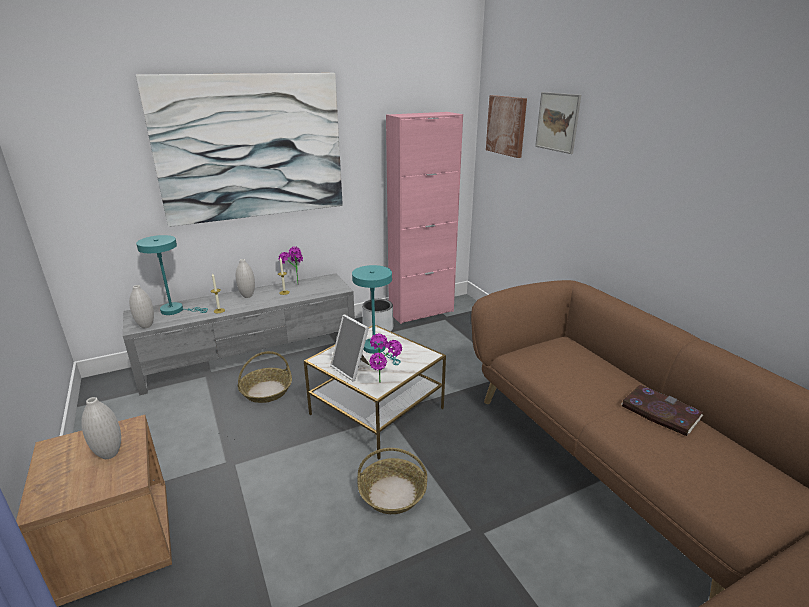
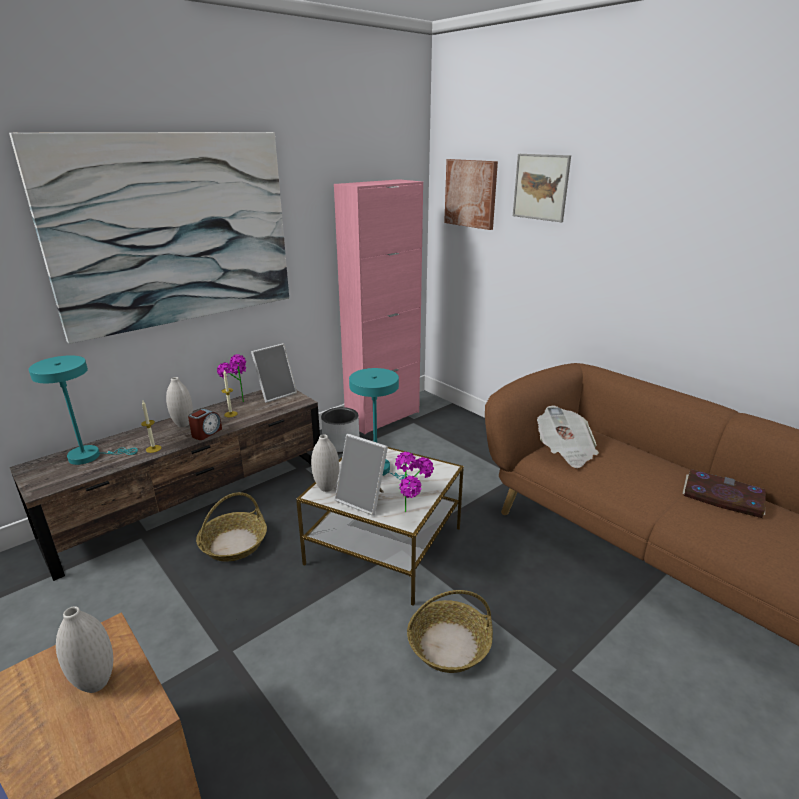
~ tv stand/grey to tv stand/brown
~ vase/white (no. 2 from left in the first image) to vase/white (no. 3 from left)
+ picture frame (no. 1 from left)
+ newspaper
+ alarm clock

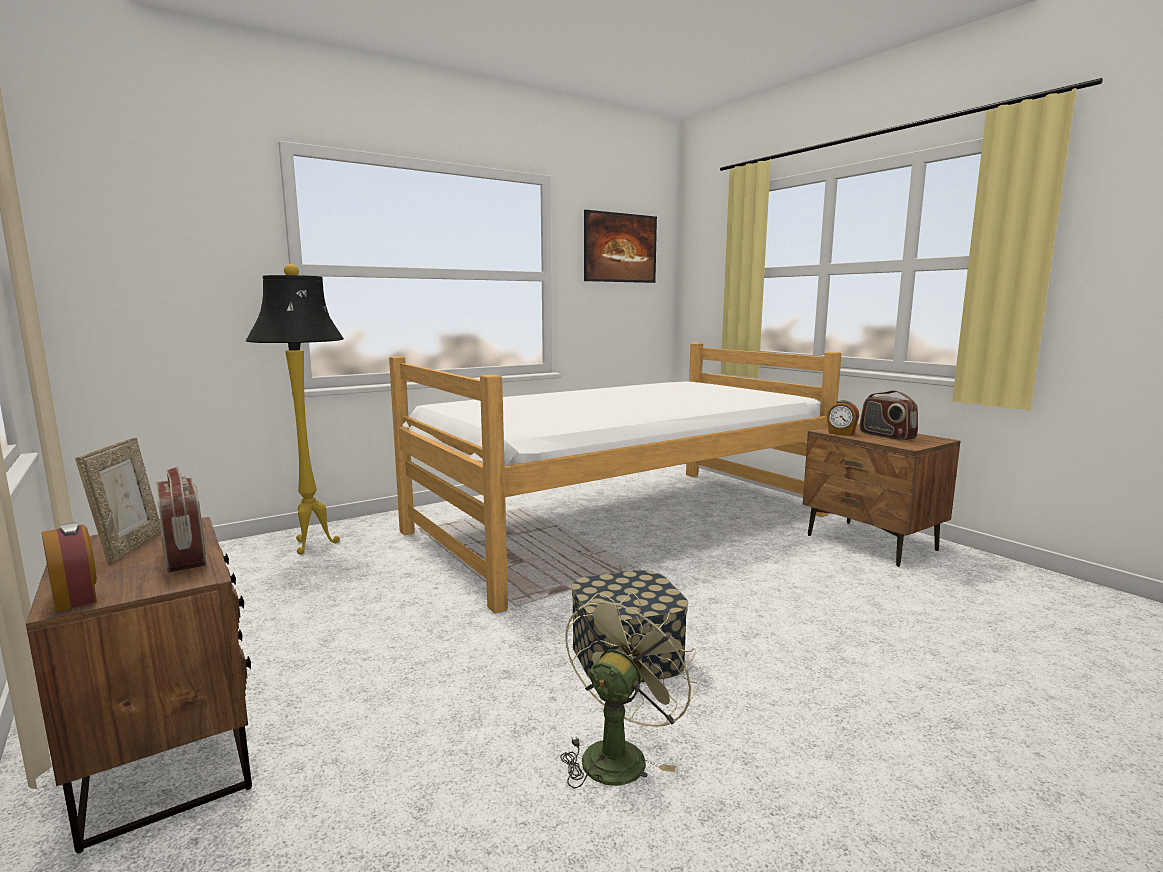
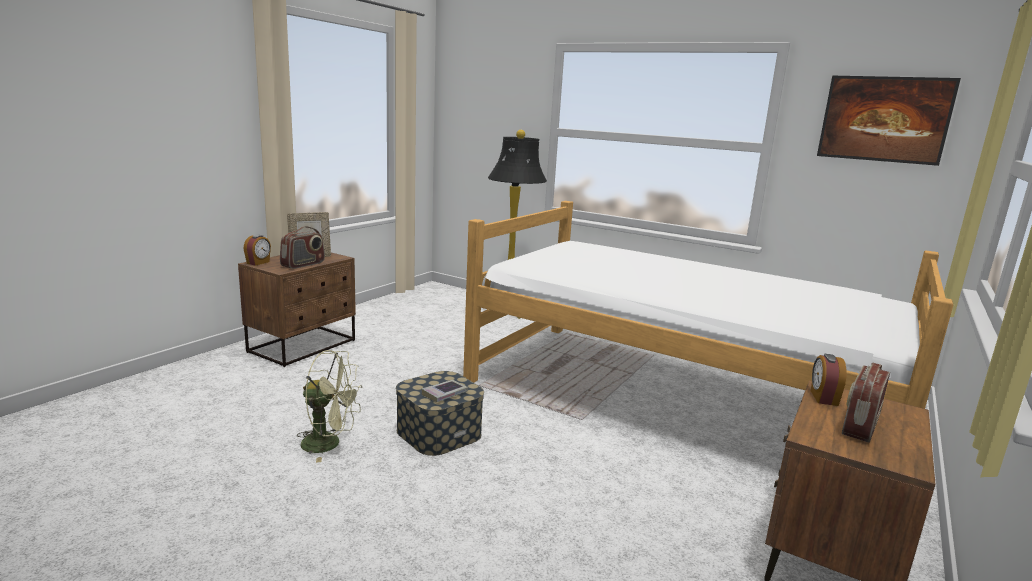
+ book

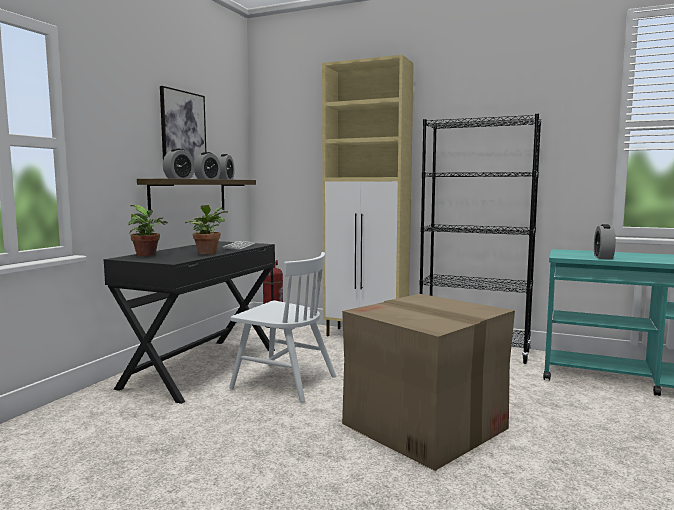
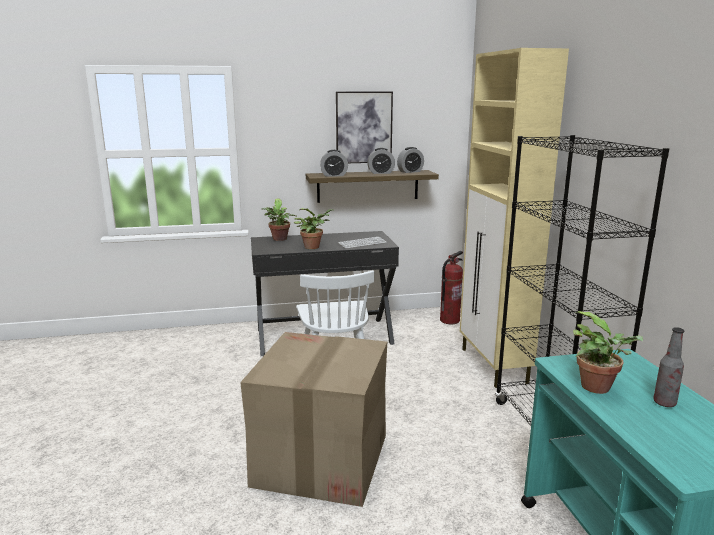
~ alarm clock (no. 4 from left) to potted plant (no. 3 from left)
+ bottle

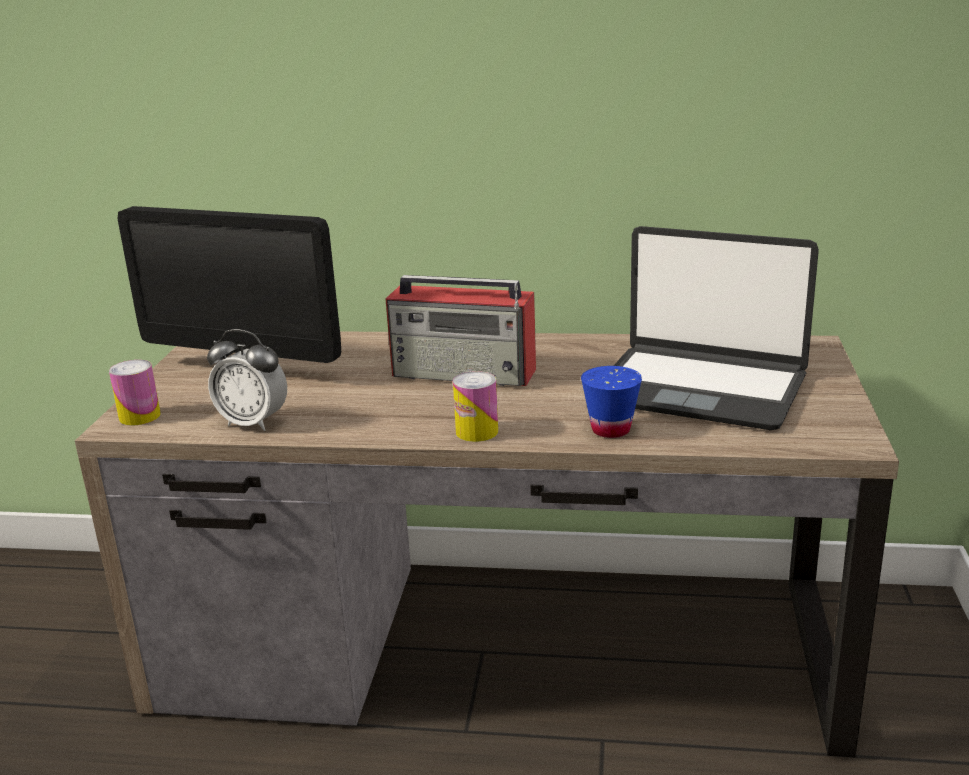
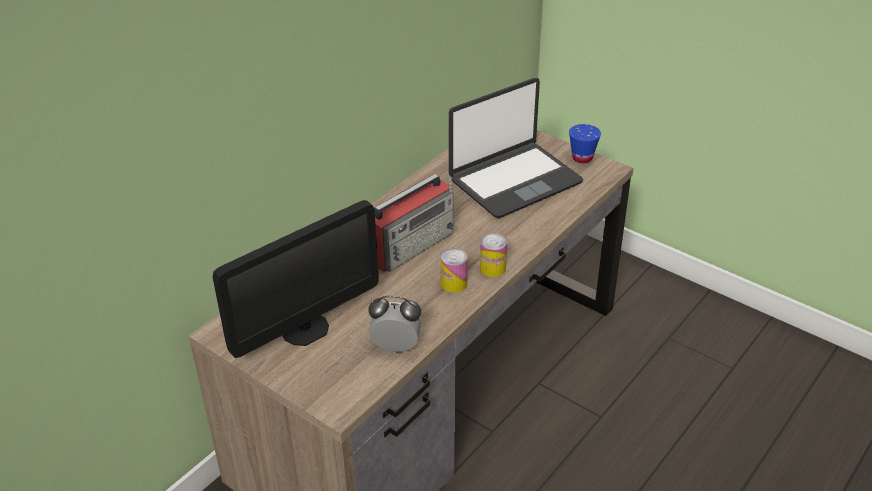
~ alarm clock 135 degrees counterclockwise
~ can (no. 1 from left)
~ cup/blue

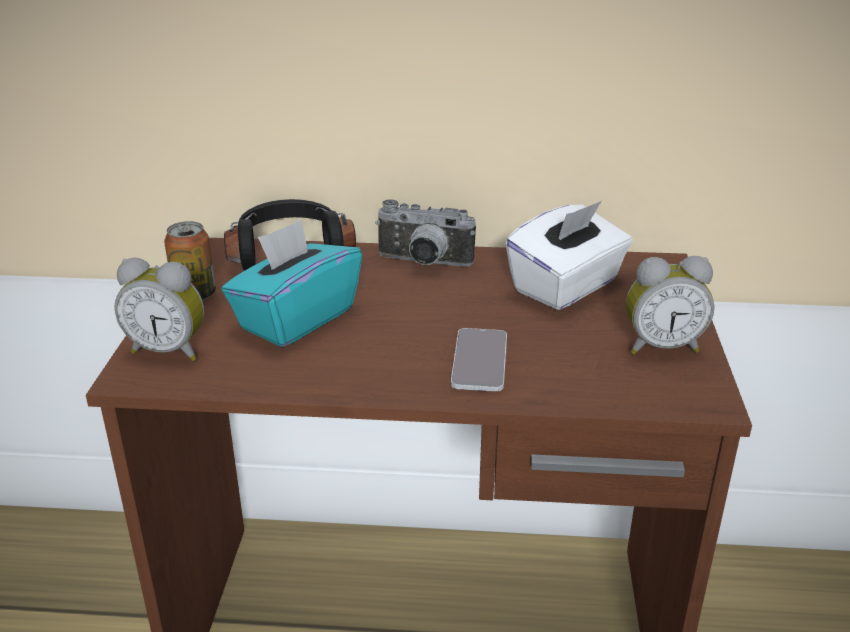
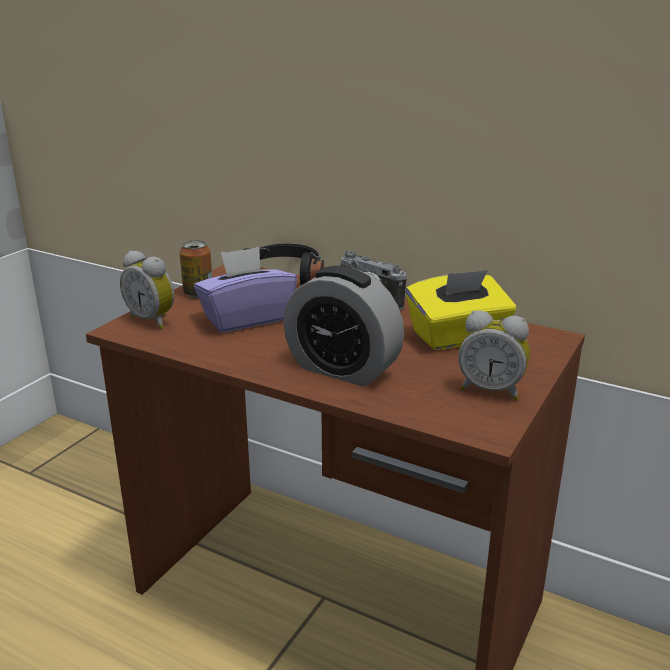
~ tissue box/white to tissue box/yellow
~ tissue box/turquoise to tissue box/purple
~ phone to alarm clock (no. 2 from left)

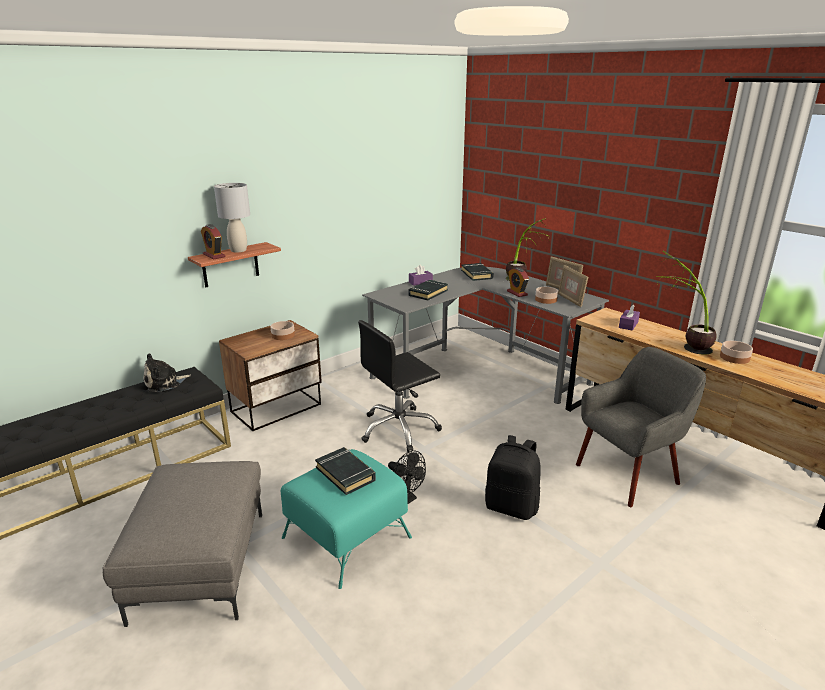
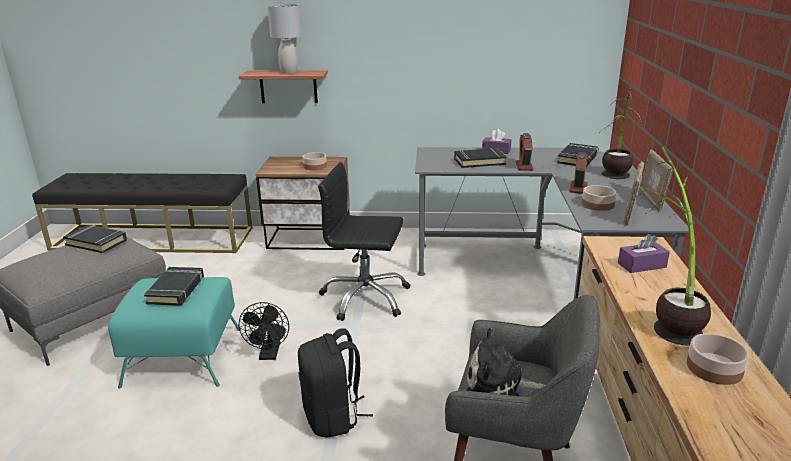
~ alarm clock (no. 1 from left)
~ plush toy
+ book/black (no. 1 from left)

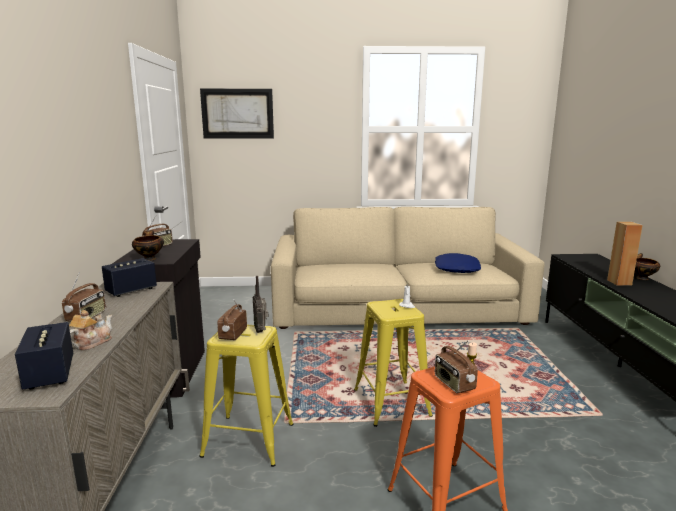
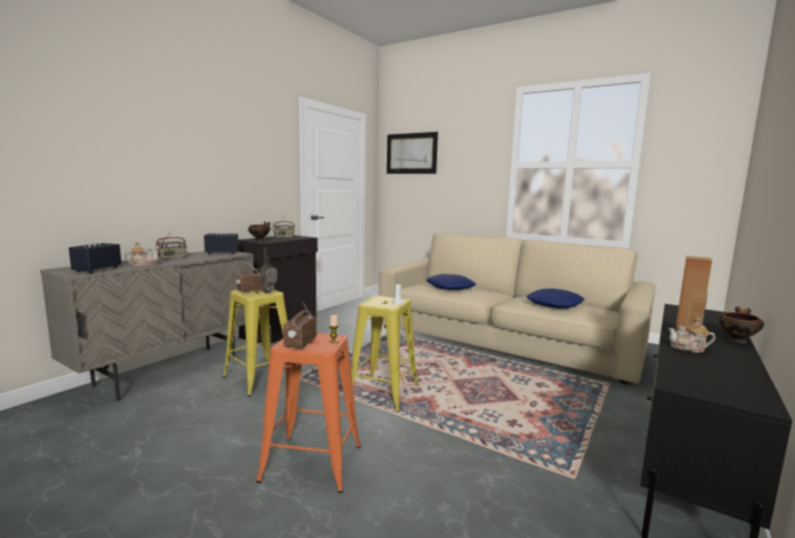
+ pillow/blue (no. 1 from left)
+ teapot (no. 2 from left)

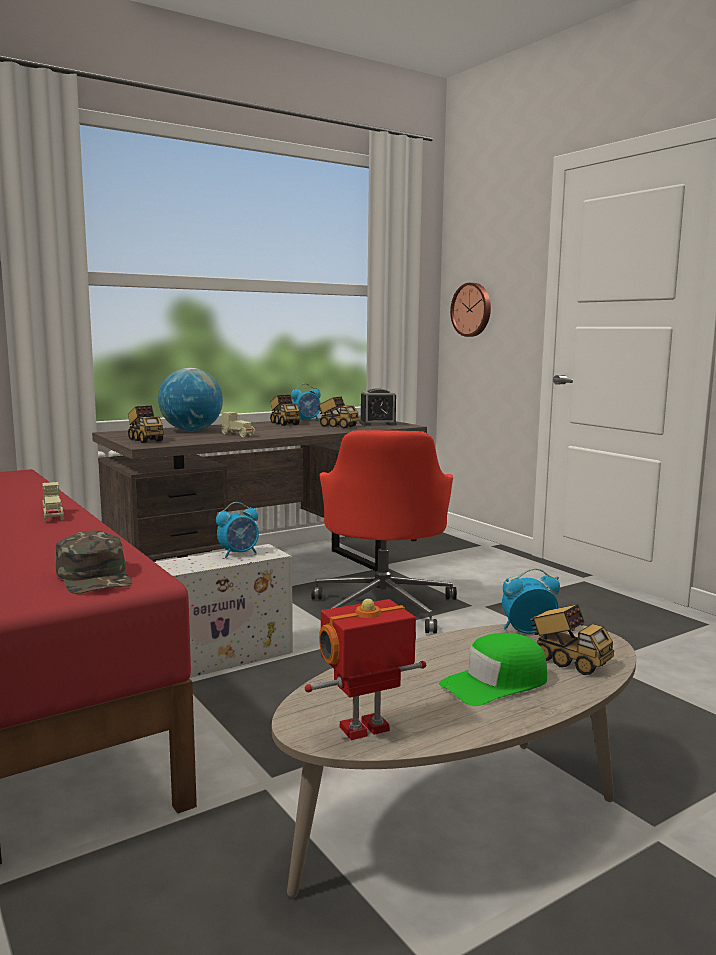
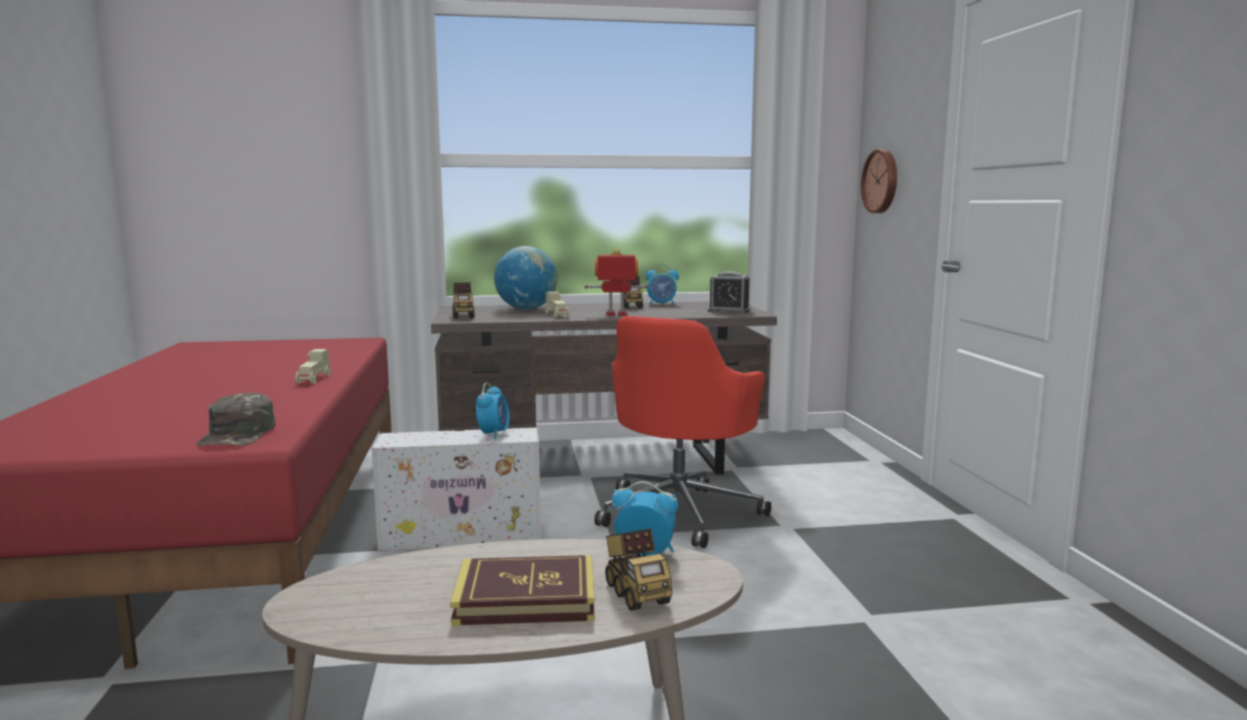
- toy truck (no. 3 from left)
~ alarm clock (no. 1 from left) 75 degrees counterclockwise
~ toy robot
~ cap/green (no. 2 from left) to book

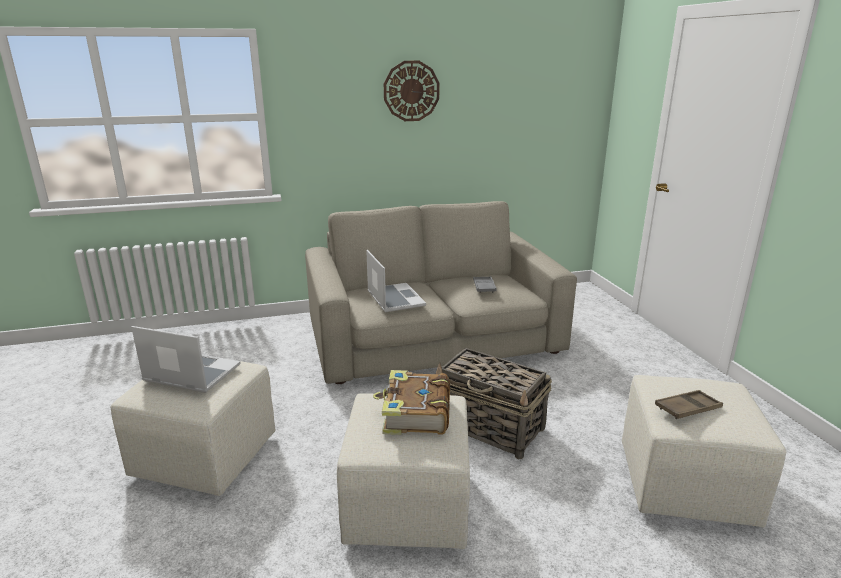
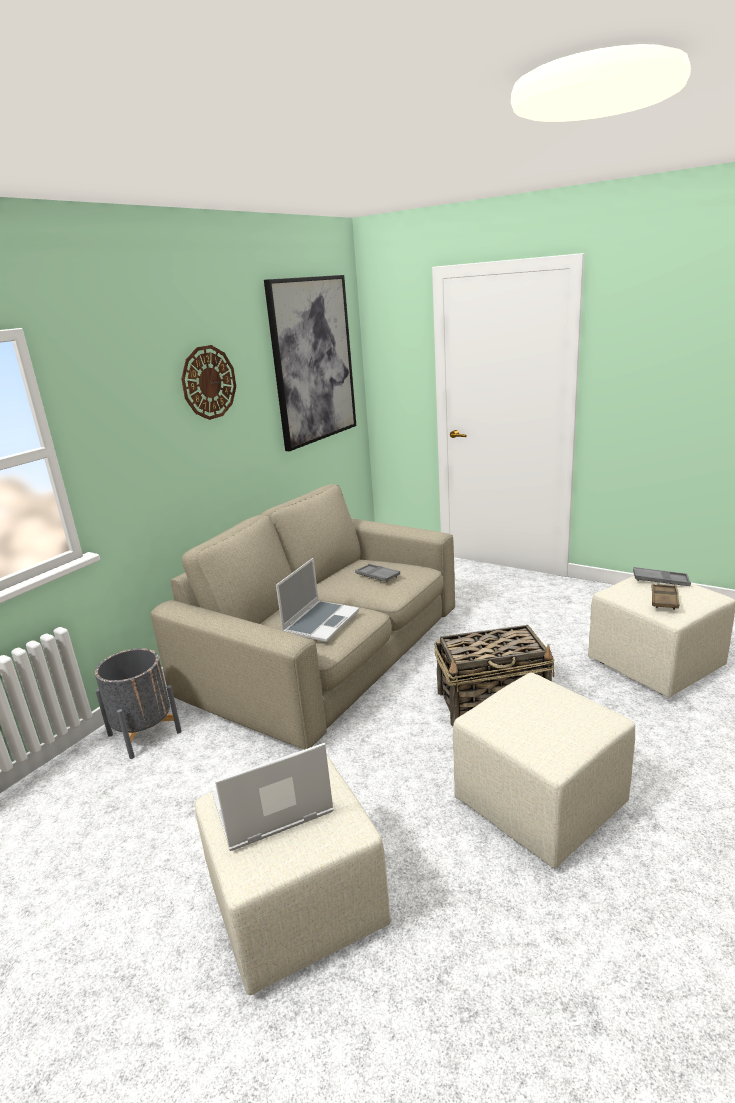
~ laptop (no. 2 from left) 90 degrees clockwise
- book
+ picture
+ tray/grey (no. 2 from left)
+ planter/grey

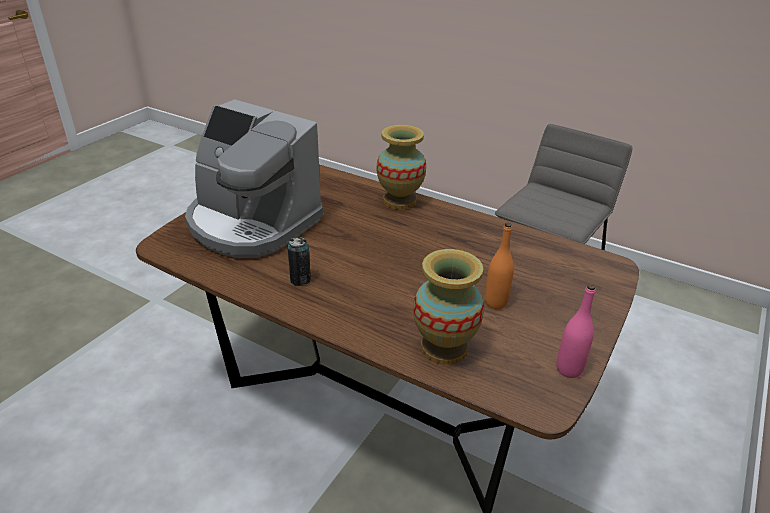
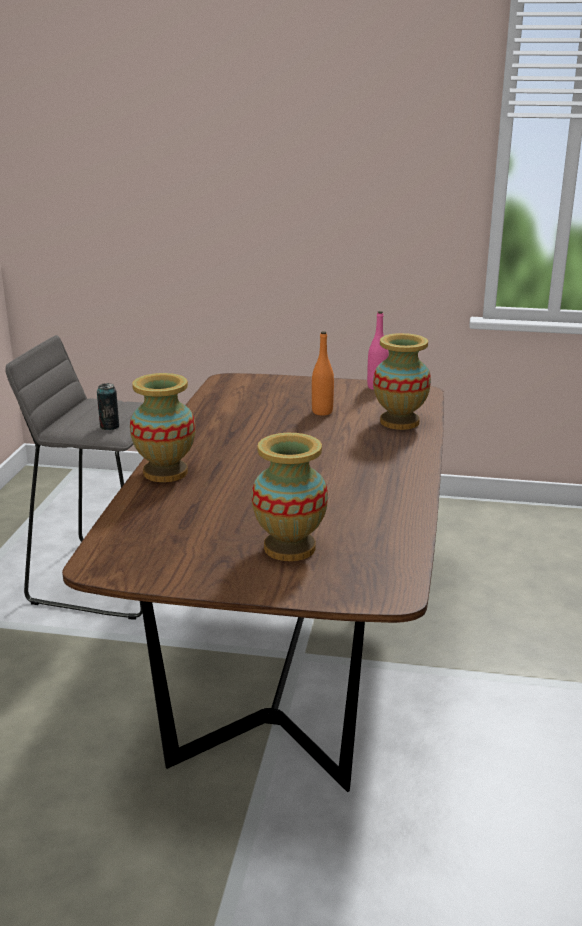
~ coffee machine to vase (no. 2 from left)
~ can

